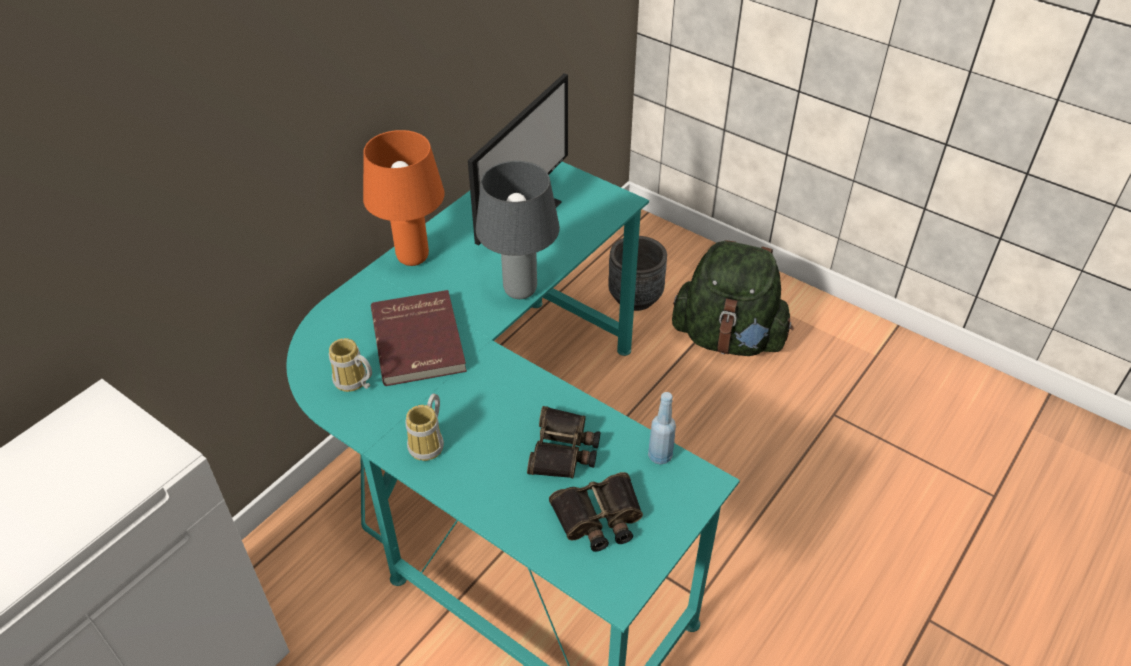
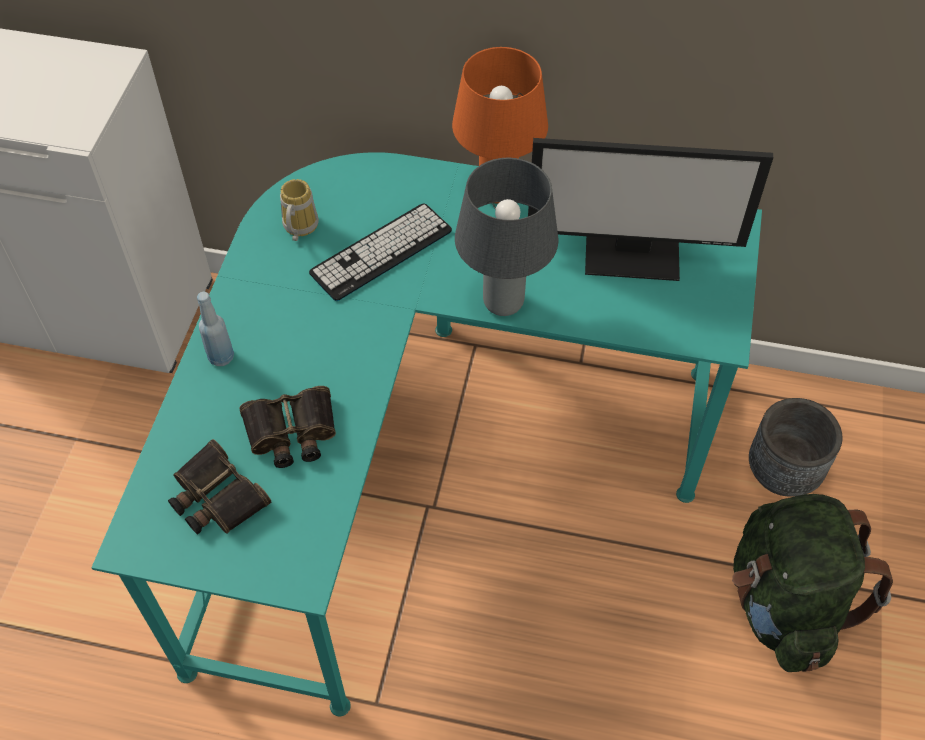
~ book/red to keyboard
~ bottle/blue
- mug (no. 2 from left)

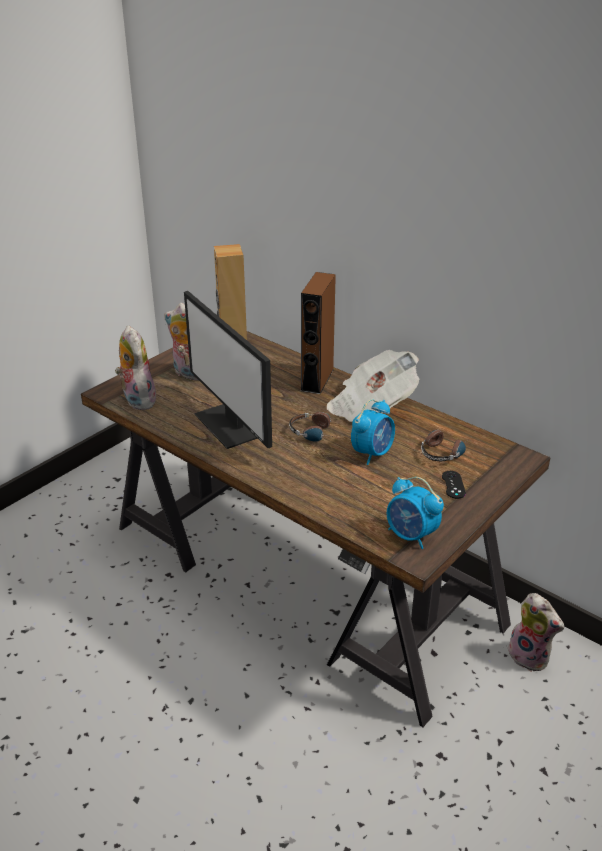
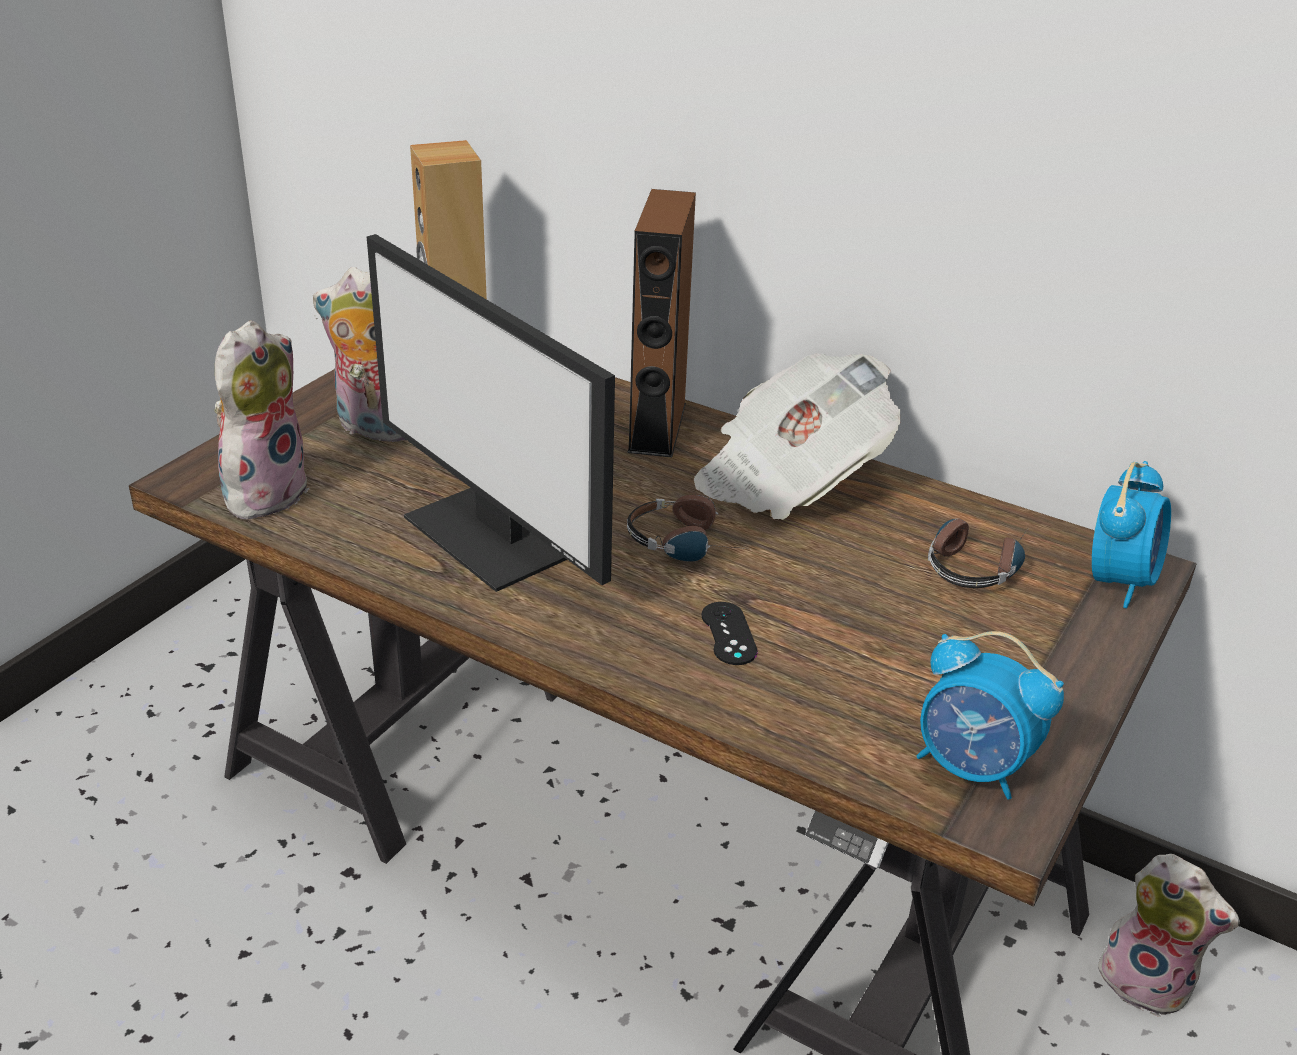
~ plush toy (no. 1 from left) 60 degrees clockwise
~ alarm clock (no. 1 from left in the first image) to alarm clock (no. 2 from left)
~ game controller/black

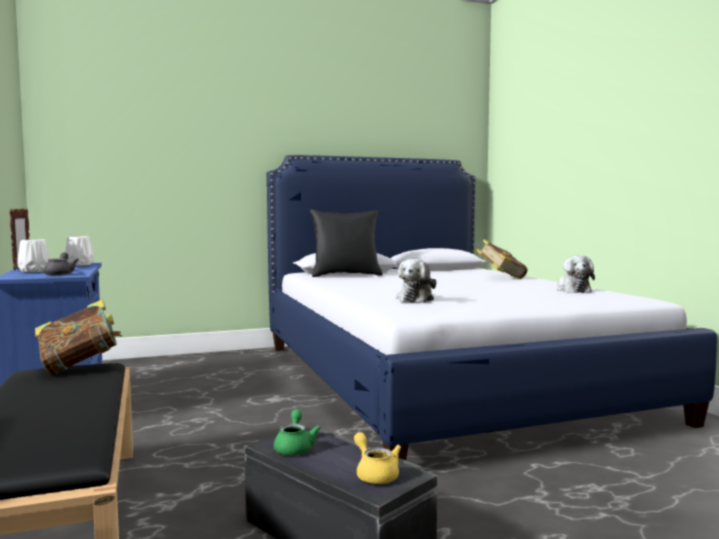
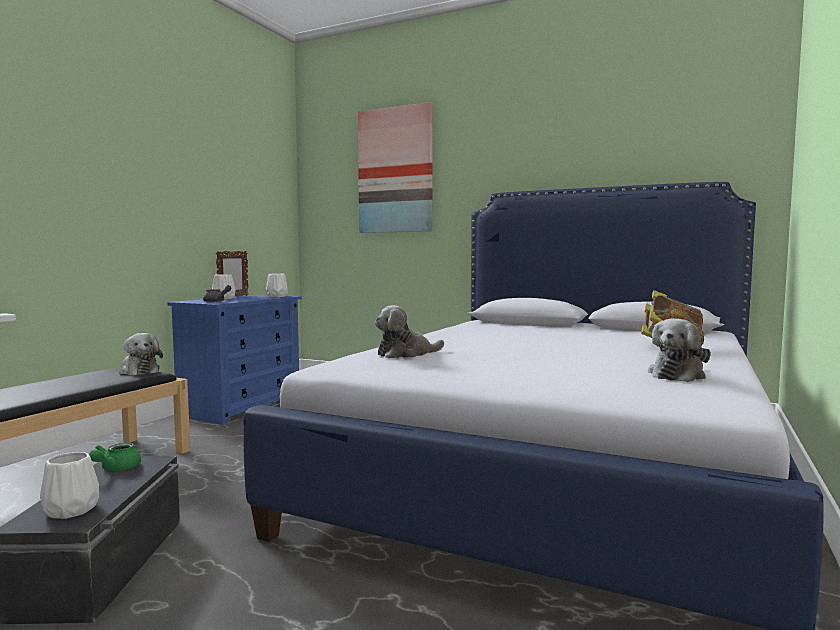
- pillow/black
~ book (no. 1 from left) to plush toy (no. 1 from left)
~ teapot/green 150 degrees clockwise
~ teapot/yellow to vase/white (no. 1 from left)
+ picture

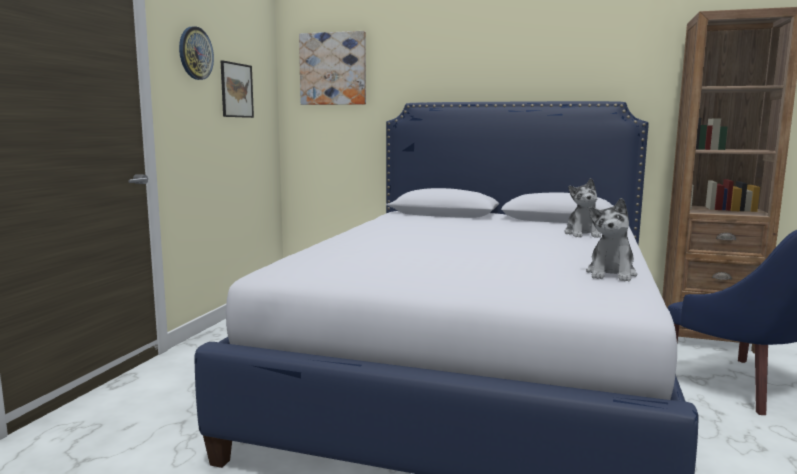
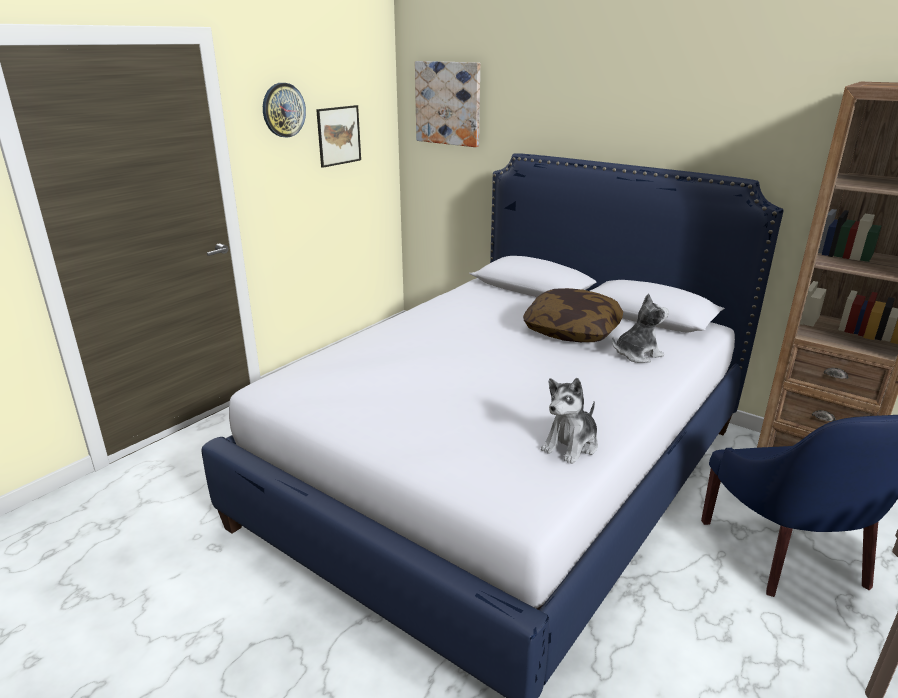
~ plush toy (no. 1 from left in the first image) 135 degrees counterclockwise
+ pillow

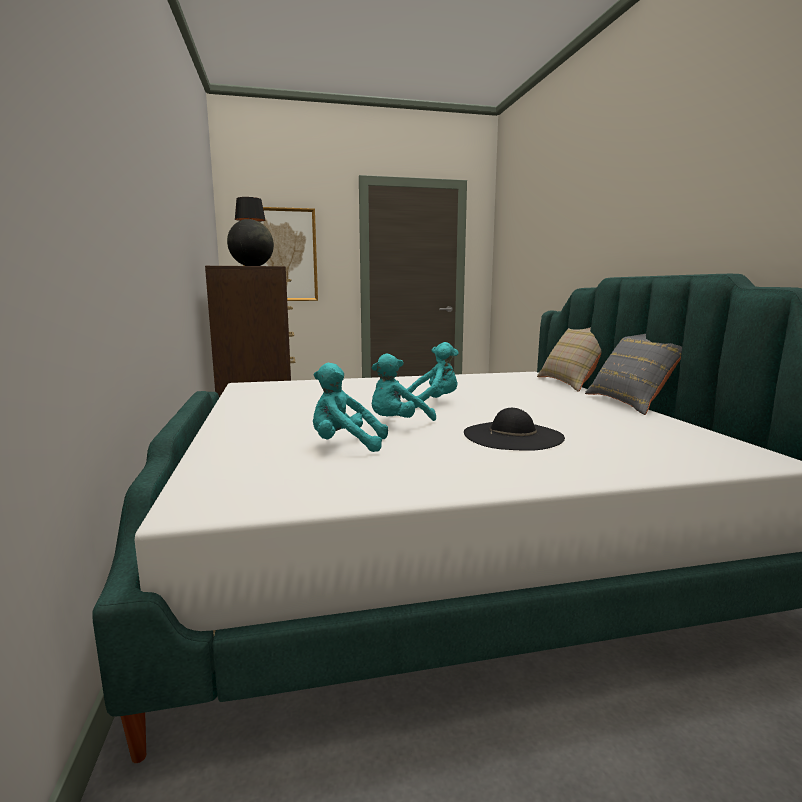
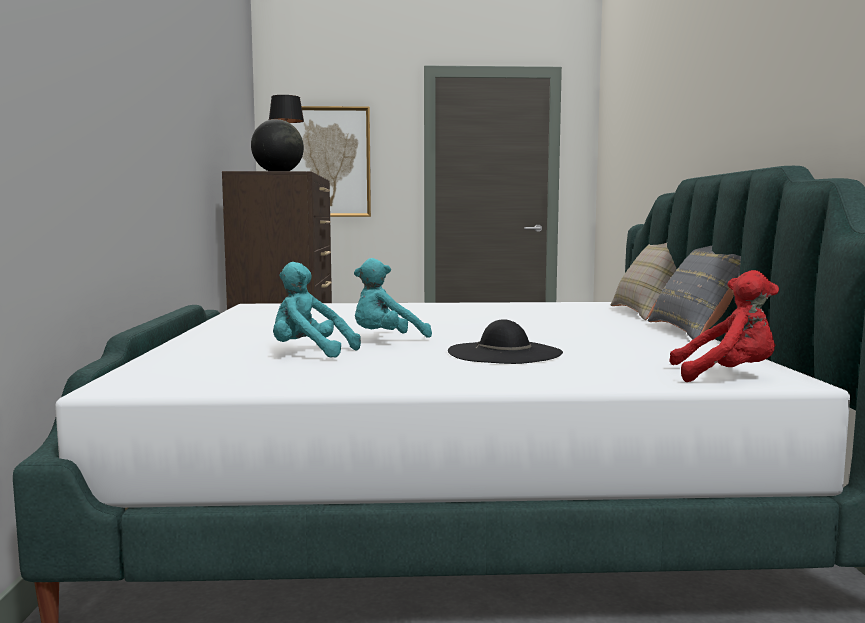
- plush toy/turquoise (no. 3 from left)
+ plush toy/red

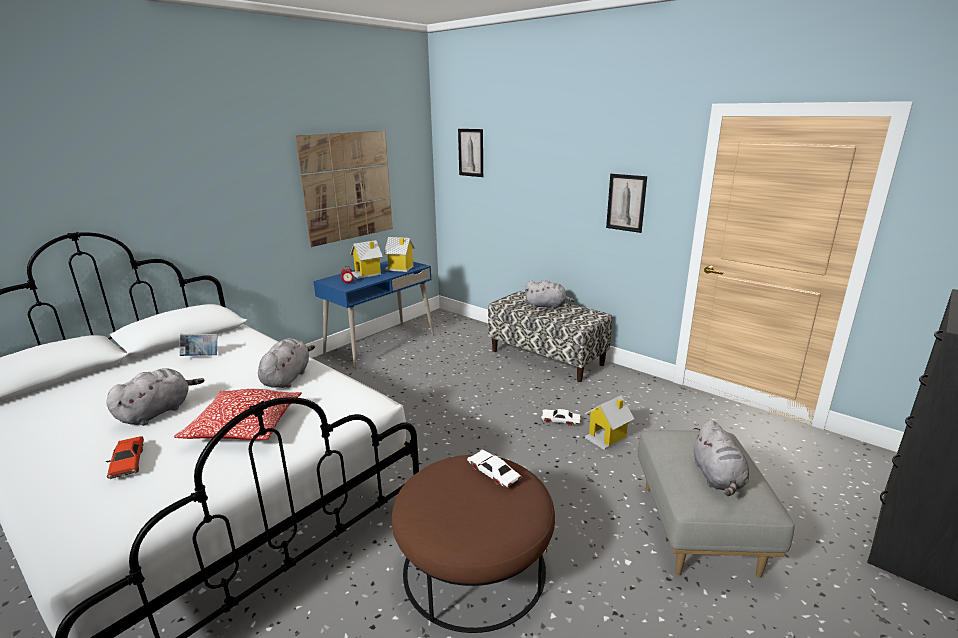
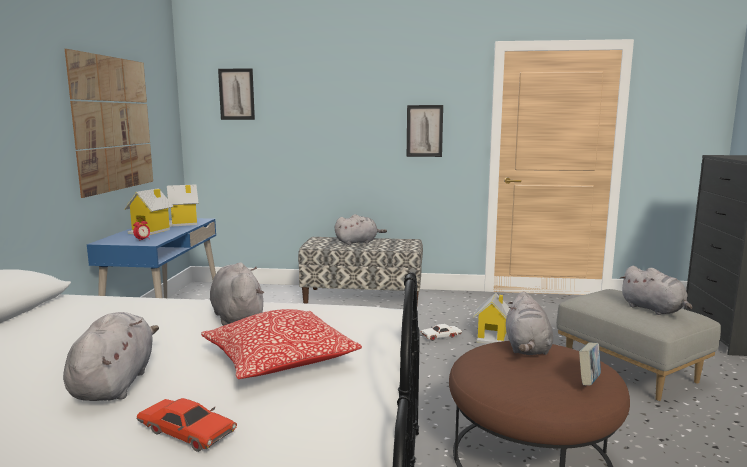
~ book
~ toy car/white (no. 1 from left) to plush toy/grey (no. 4 from left)

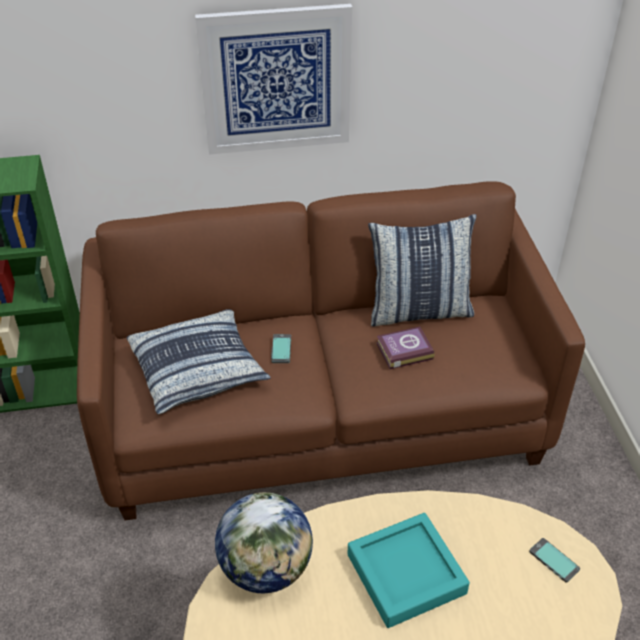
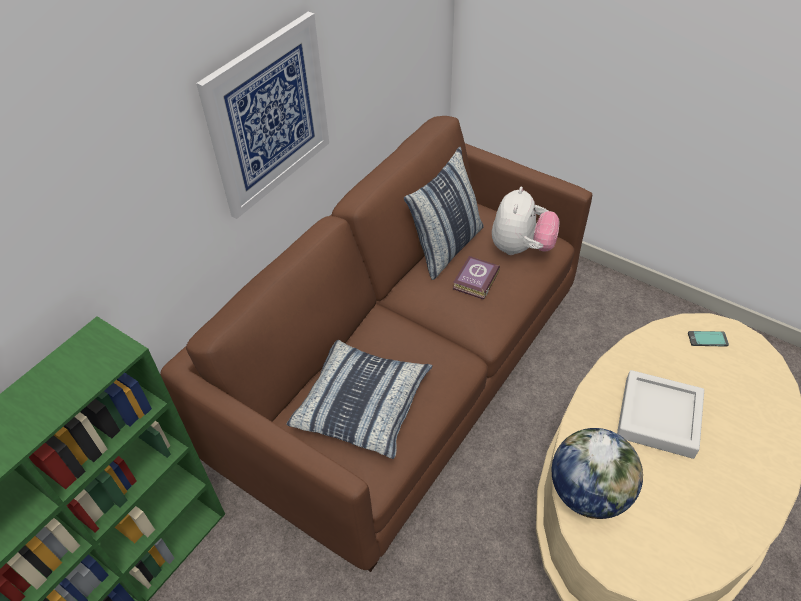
- phone (no. 1 from left)
~ tray/turquoise to tray/grey
+ plush toy

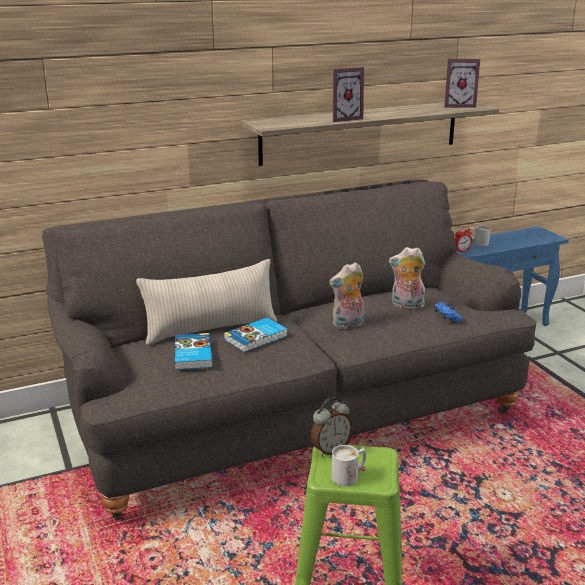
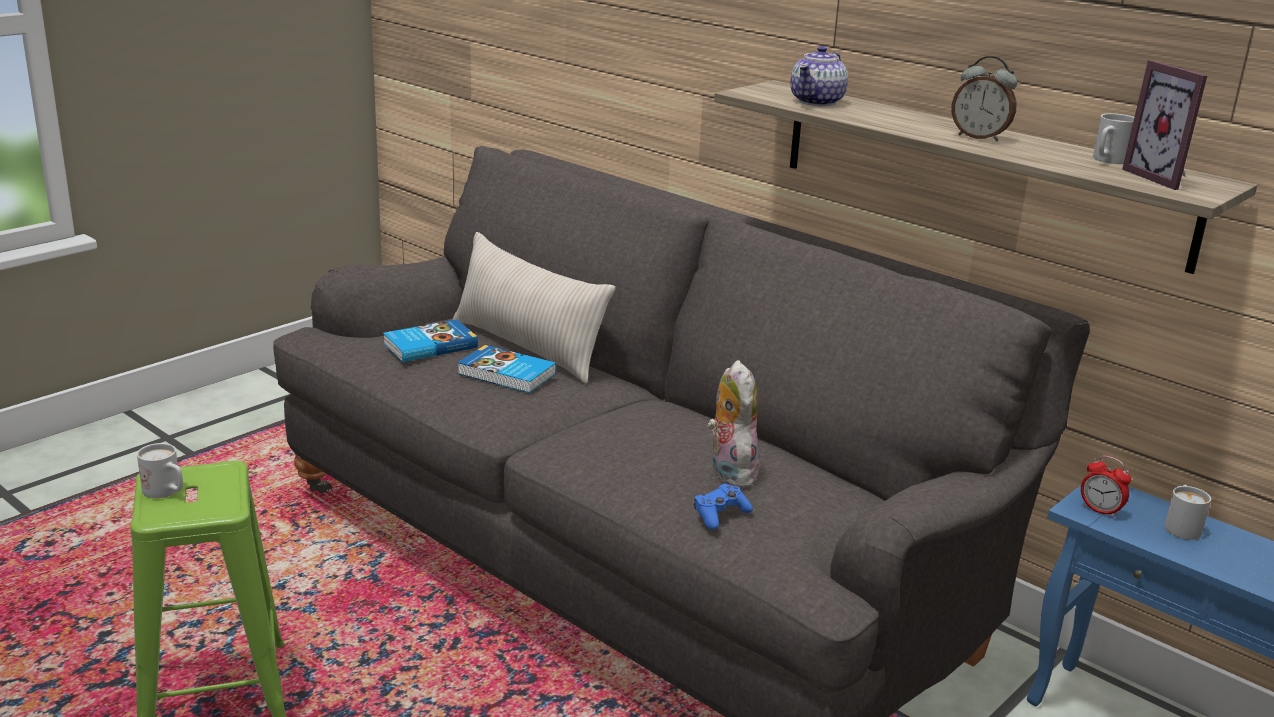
- picture frame (no. 1 from left)
- plush toy (no. 1 from left)
~ alarm clock (no. 1 from left)
+ teapot
+ mug/white (no. 2 from left)

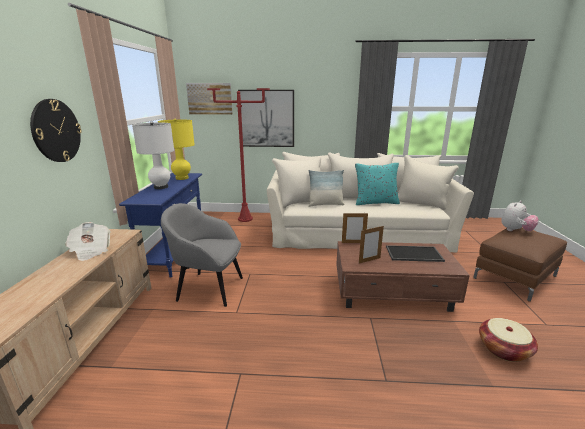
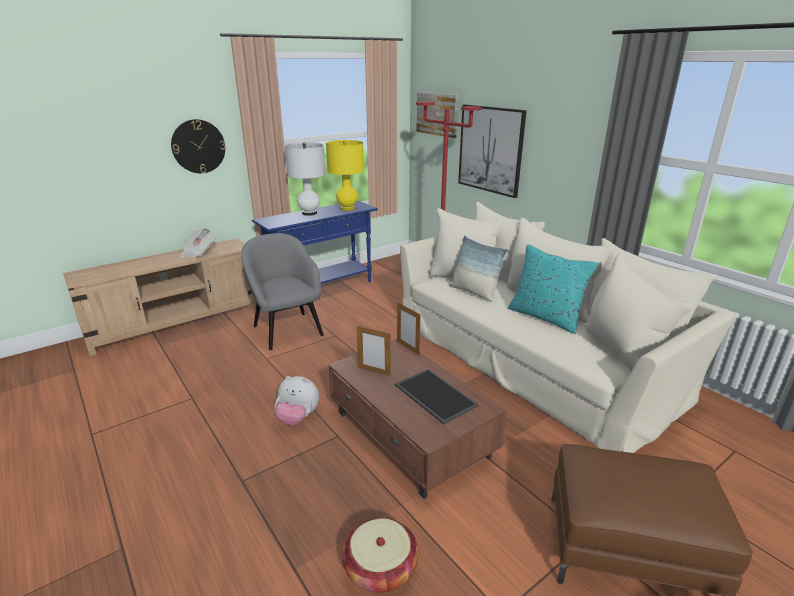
~ plush toy

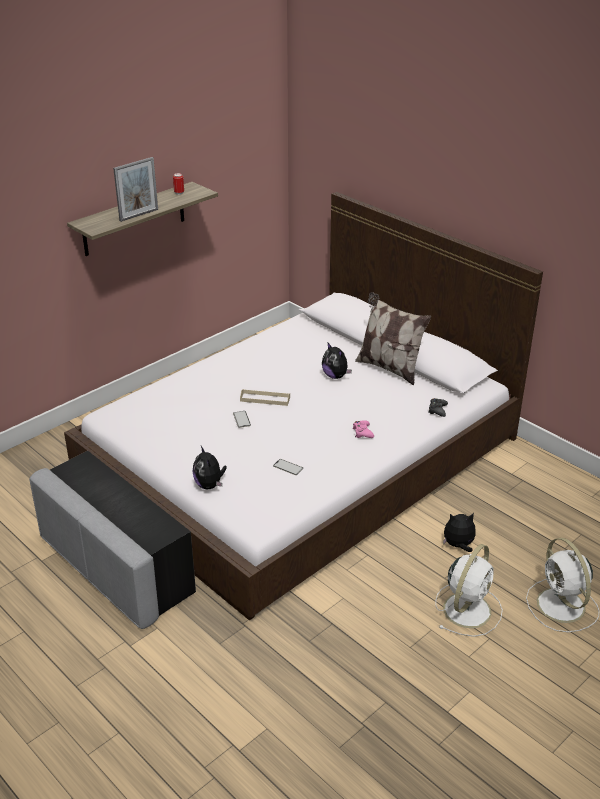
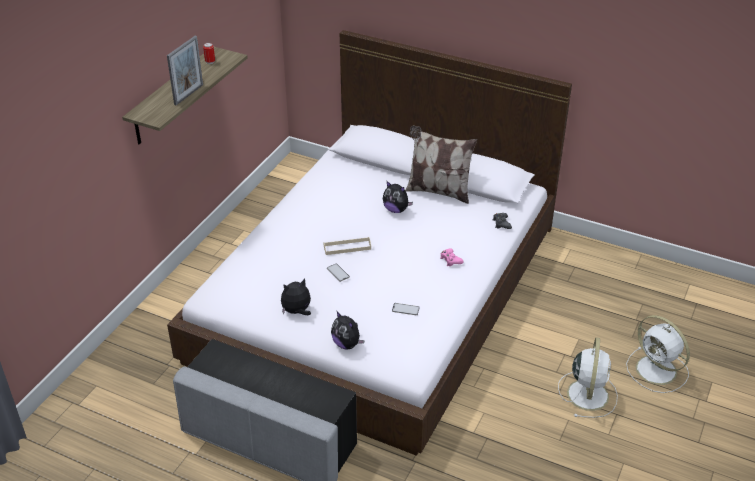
~ plush toy (no. 3 from left in the first image) to plush toy (no. 1 from left)

